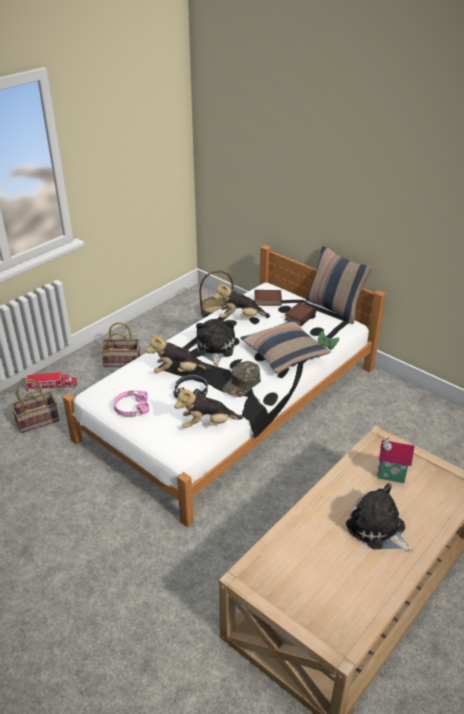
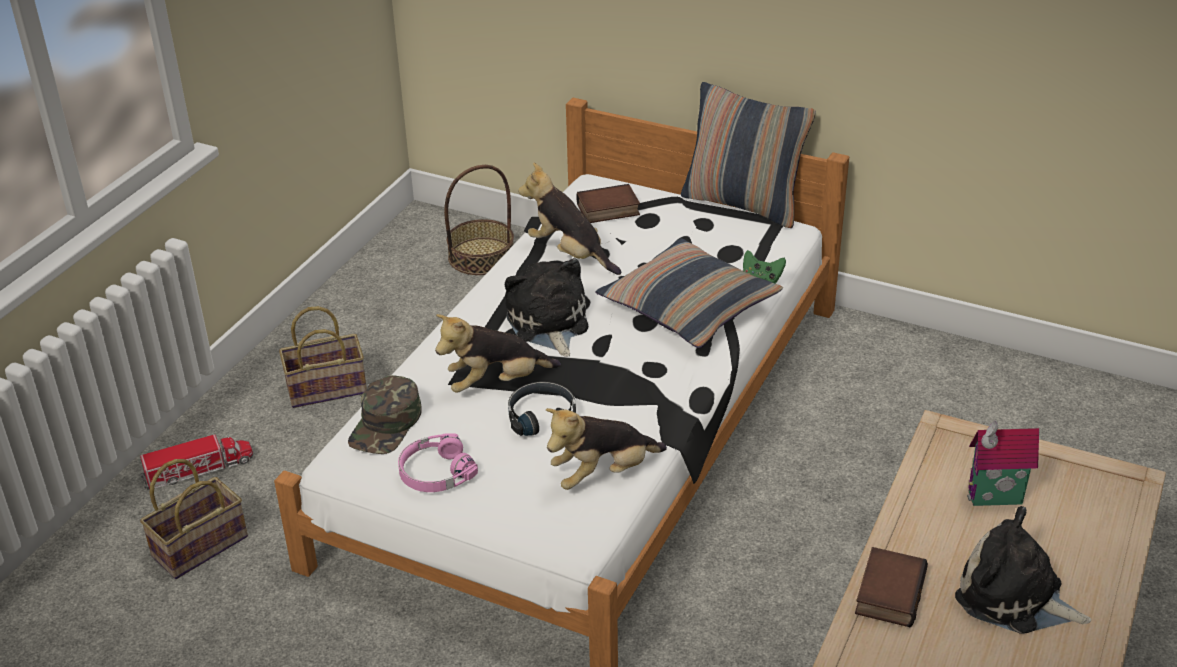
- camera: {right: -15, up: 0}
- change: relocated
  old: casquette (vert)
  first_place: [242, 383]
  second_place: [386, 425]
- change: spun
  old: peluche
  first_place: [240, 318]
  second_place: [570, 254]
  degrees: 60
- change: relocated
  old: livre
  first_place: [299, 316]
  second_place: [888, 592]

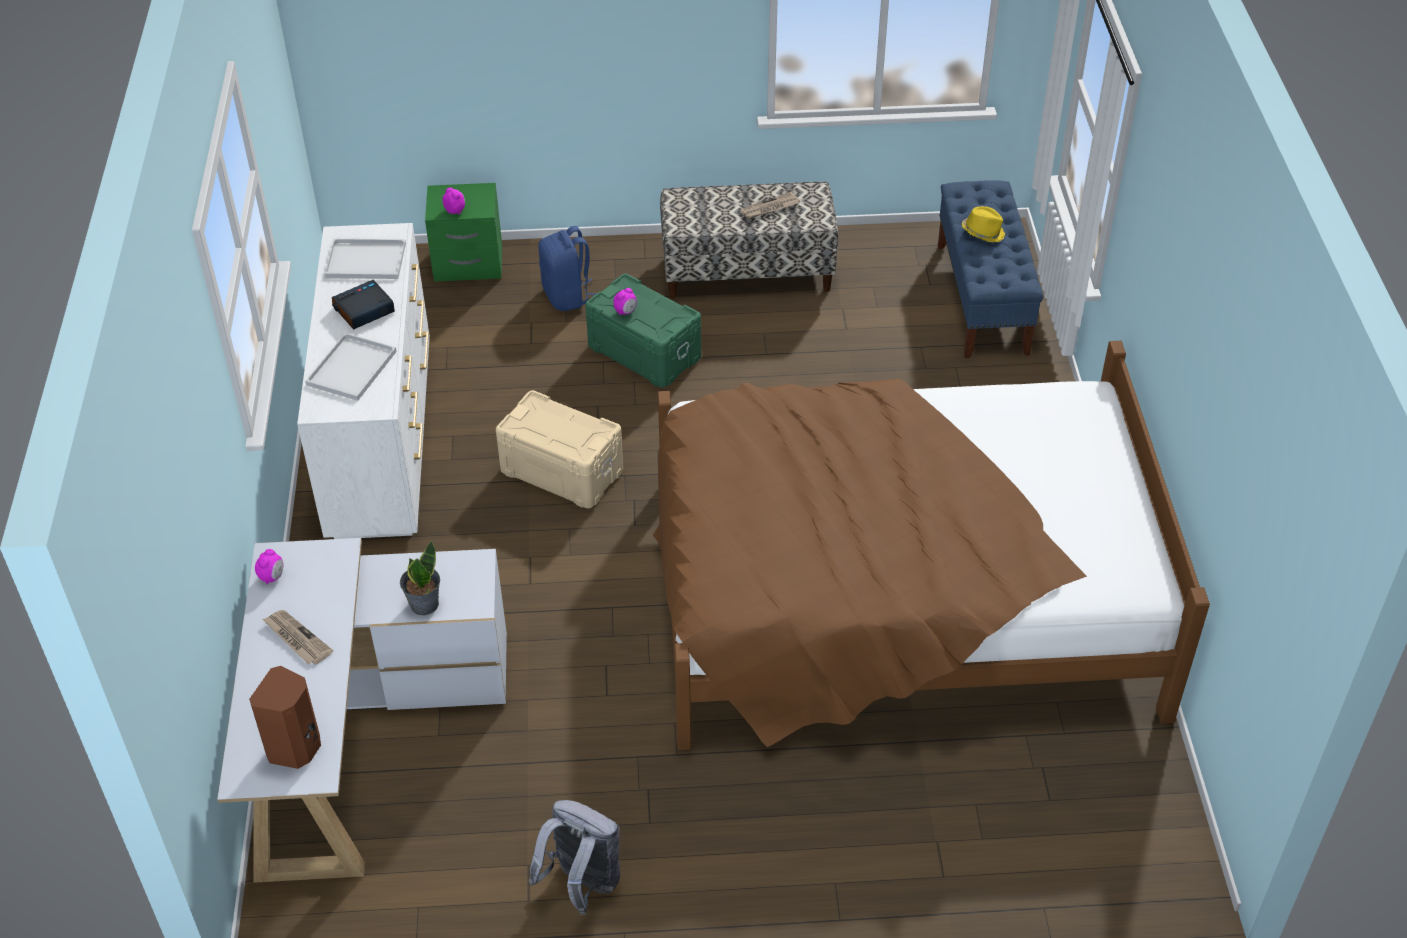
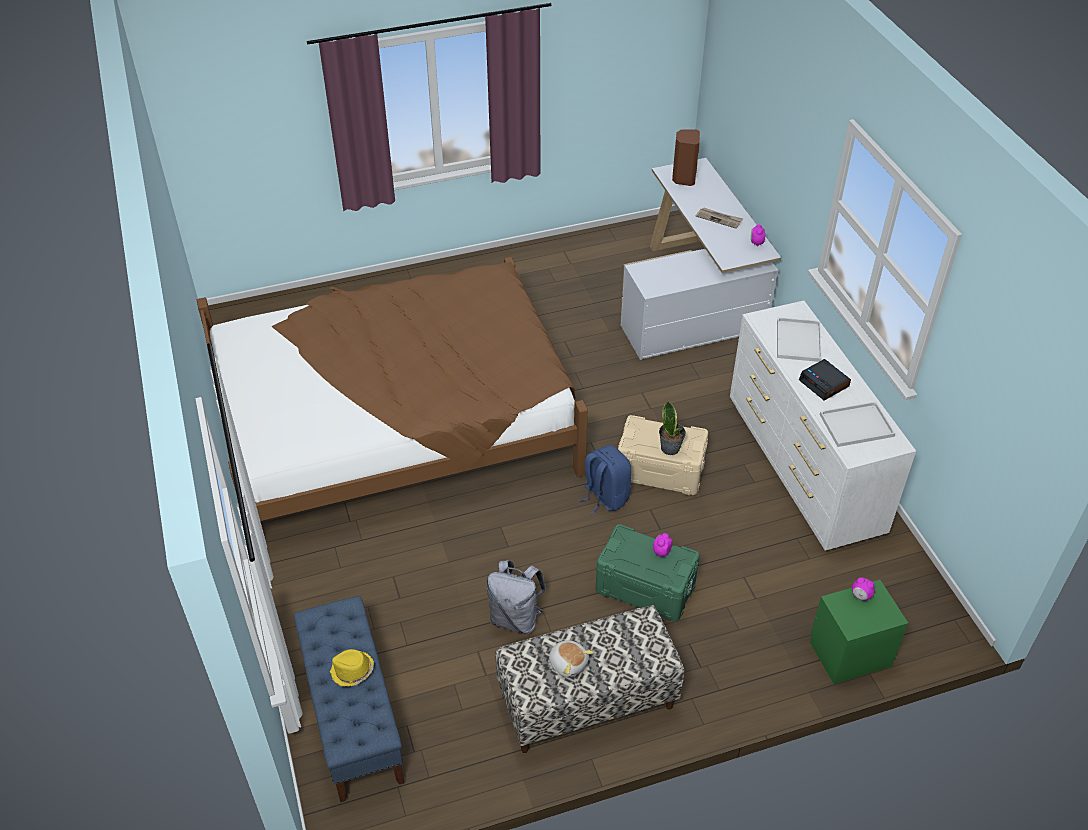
- camera: {right: 165, up: 0}
- change: relocated
  old: sac à dos (gris)
  first_place: [582, 884]
  second_place: [516, 618]
- change: exchanged
  old: journal
  new: peluche
  first_place: [769, 208]
  second_place: [568, 663]
- change: relocated
  old: sac à dos (bleu)
  first_place: [567, 296]
  second_place: [604, 497]
- change: relocated
  old: plante en pot
  first_place: [423, 604]
  second_place: [670, 448]
- change: spun
  old: réveil
  first_place: [363, 310]
  second_place: [824, 384]
  degrees: 105

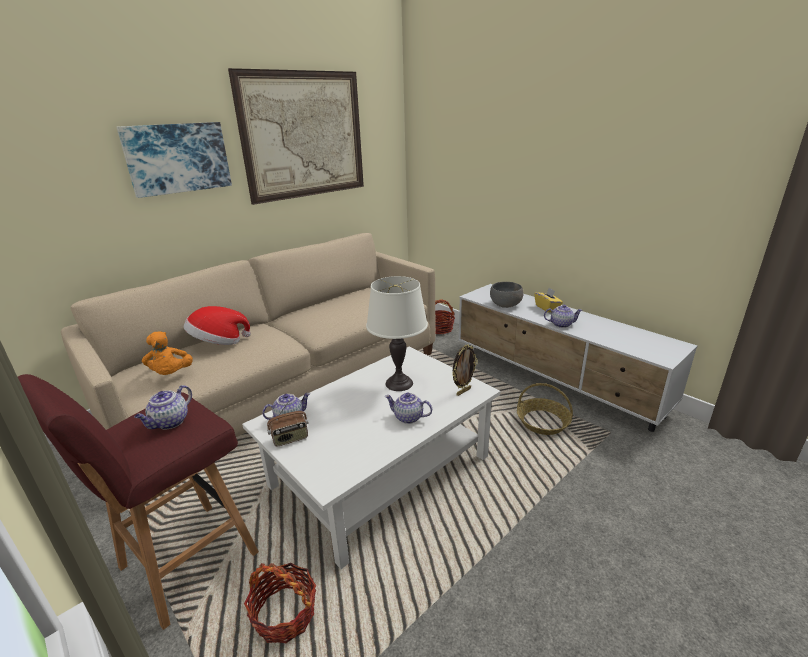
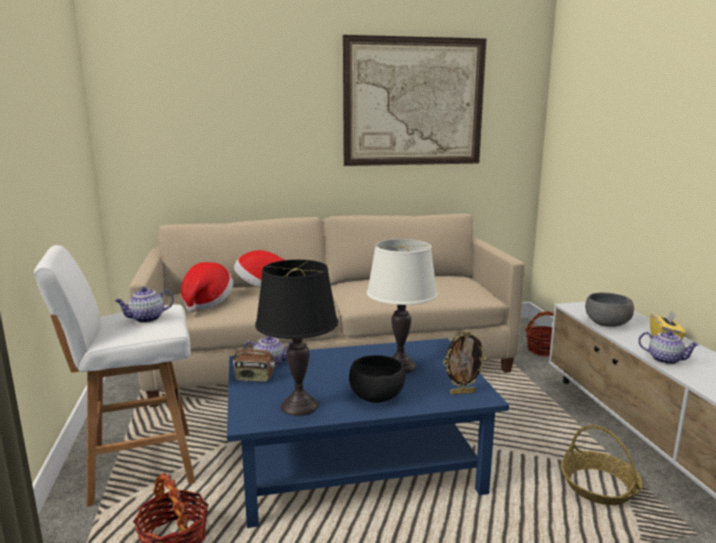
- camera: {right: 30, up: -10}
- change: colour
  old: tabouret (rouge)
  new: tabouret (blanc)
  first_place: [185, 562]
  second_place: [139, 466]
- change: exchanged
  old: peluche (orange)
  new: chapeau
  first_place: [171, 374]
  second_place: [206, 303]
- change: colour
  old: table basse (blanc)
  new: table basse (bleu)
  first_place: [380, 471]
  second_place: [356, 462]
- change: appeared
  new: lampe de table (noir)
  second_place: [299, 406]
- change: exchanged
  old: théière
  new: bol (noir)
  first_place: [408, 418]
  second_place: [376, 396]
- change: missing
  old: tableau
  first_place: [177, 158]

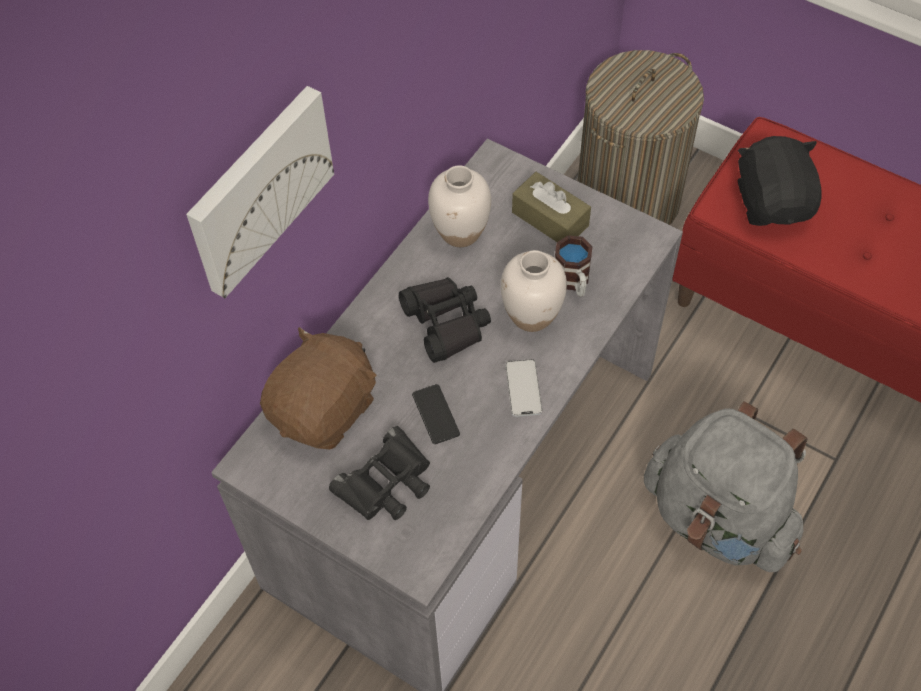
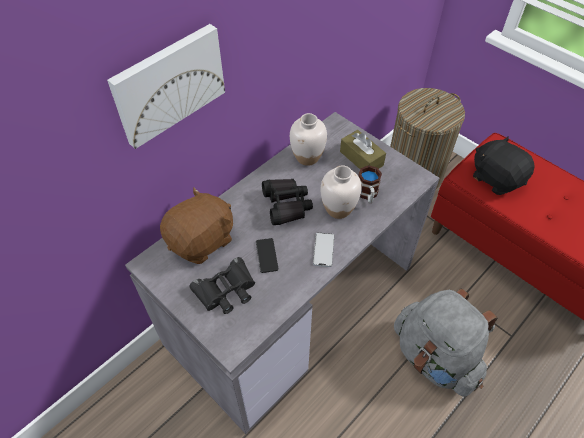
- camera: {right: 10, up: -5}
- change: spun
  old: peluche (noir)
  first_place: [773, 202]
  second_place: [496, 178]
  degrees: -45

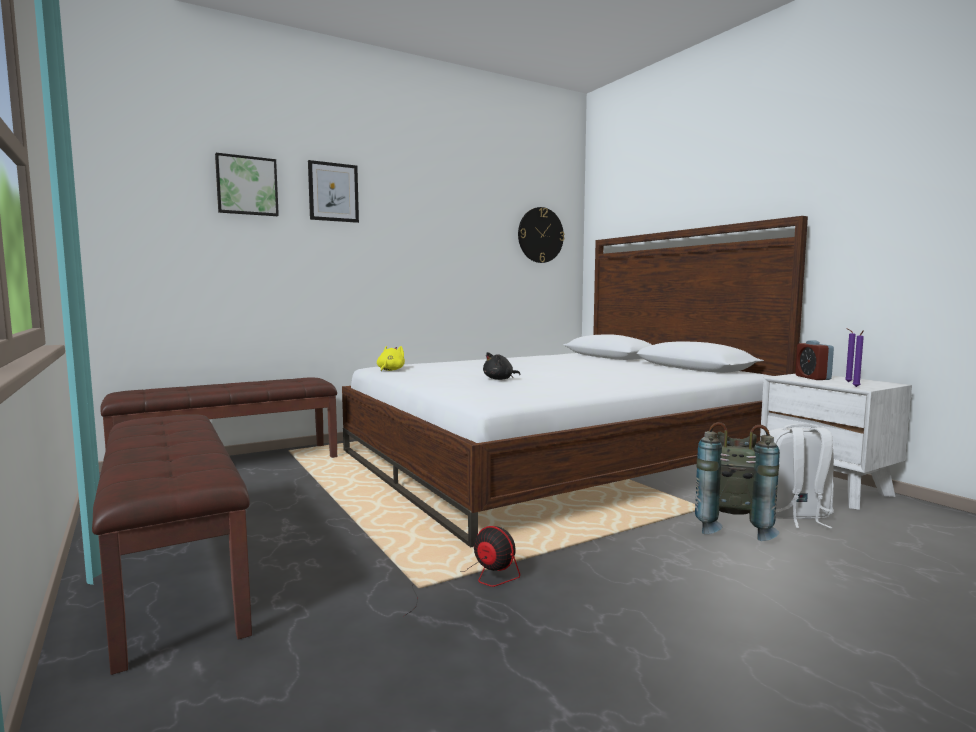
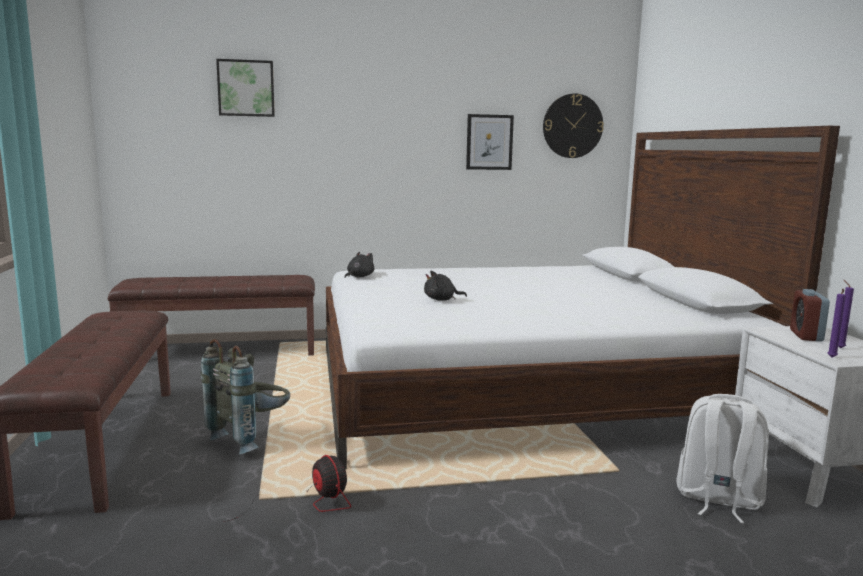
- camera: {right: 20, up: 5}
- change: relocated
  old: sac à dos (gris)
  first_place: [730, 526]
  second_place: [251, 438]
- change: colour
  old: peluche (jaune)
  new: peluche (noir)
  first_place: [390, 370]
  second_place: [359, 277]
- change: relocated
  old: tableau
  first_place: [333, 192]
  second_place: [489, 142]

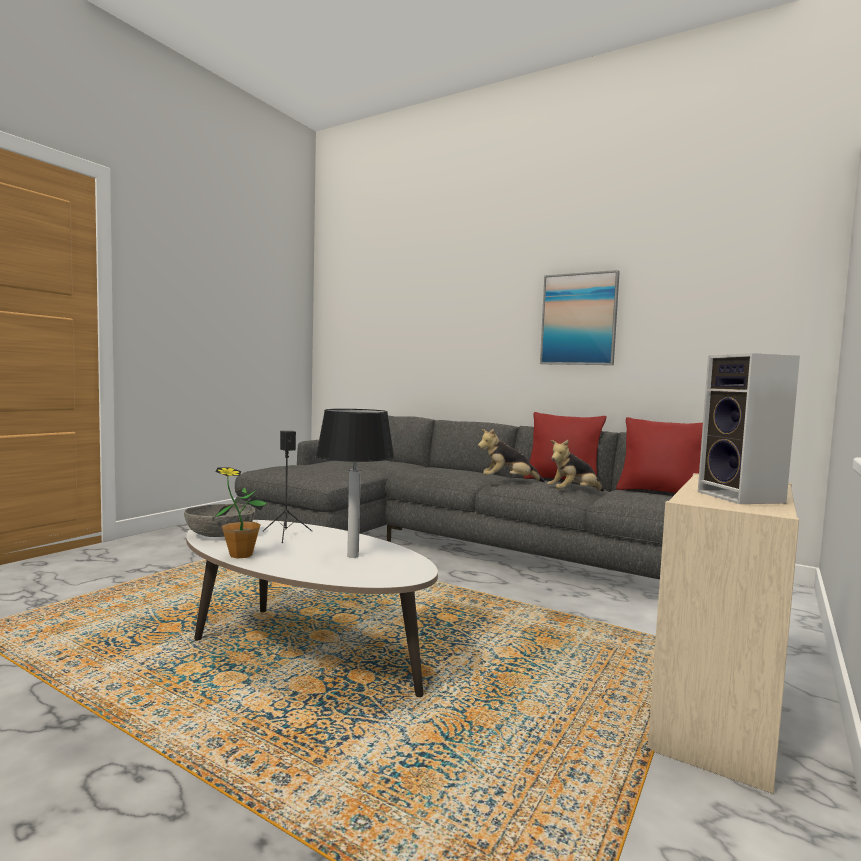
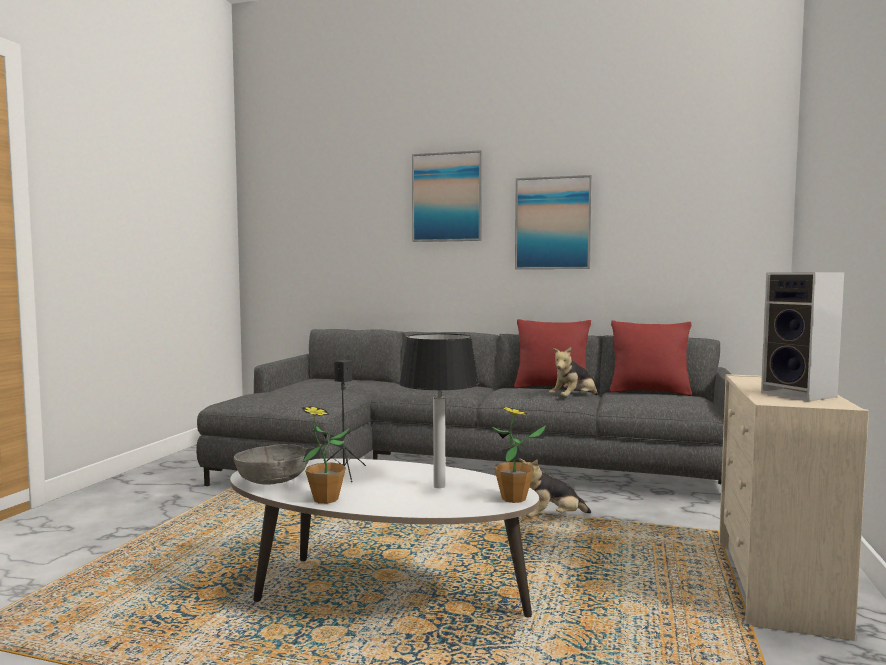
- camera: {right: -15, up: 0}
- change: appeared
  new: tableau
  second_place: [447, 197]
- change: appeared
  new: plante en pot
  second_place: [513, 498]
- change: relocated
  old: peluche
  first_place: [508, 481]
  second_place: [551, 519]

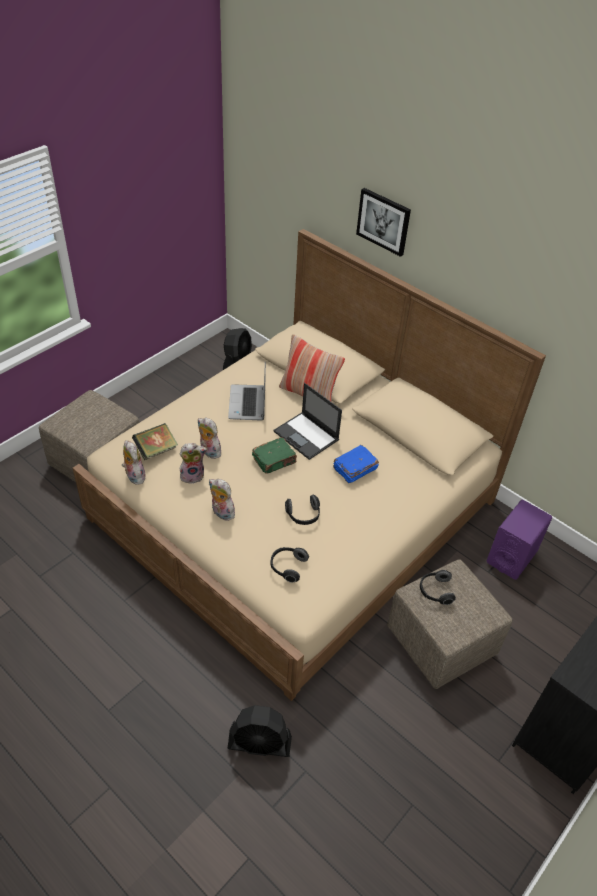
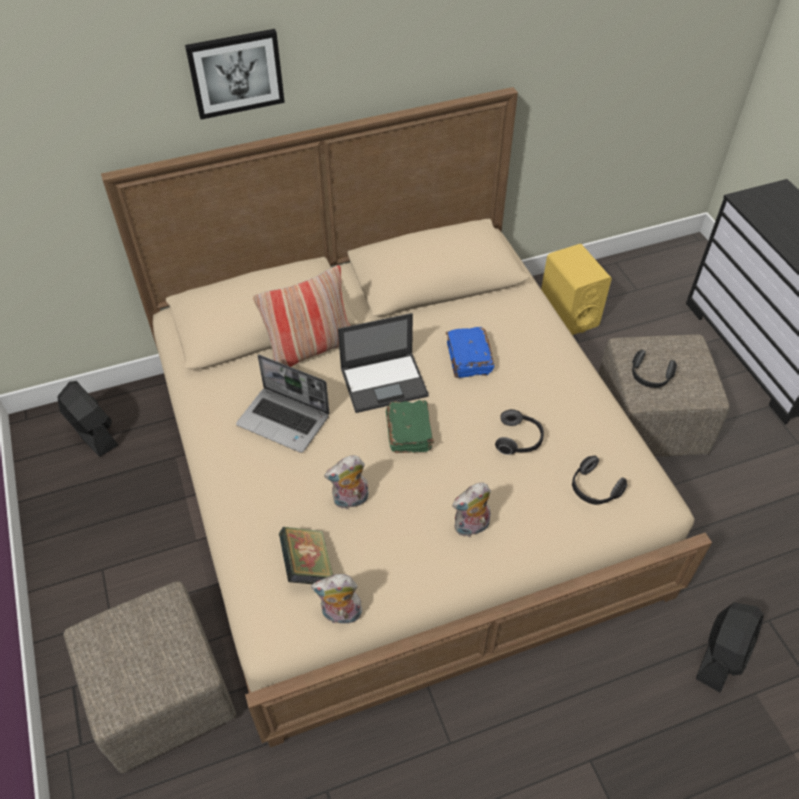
- camera: {right: -60, up: 5}
- change: colour
  old: enceinte (violet)
  new: enceinte (jaune)
  first_place: [511, 556]
  second_place: [568, 314]
- change: missing
  old: peluche
  first_place: [193, 475]

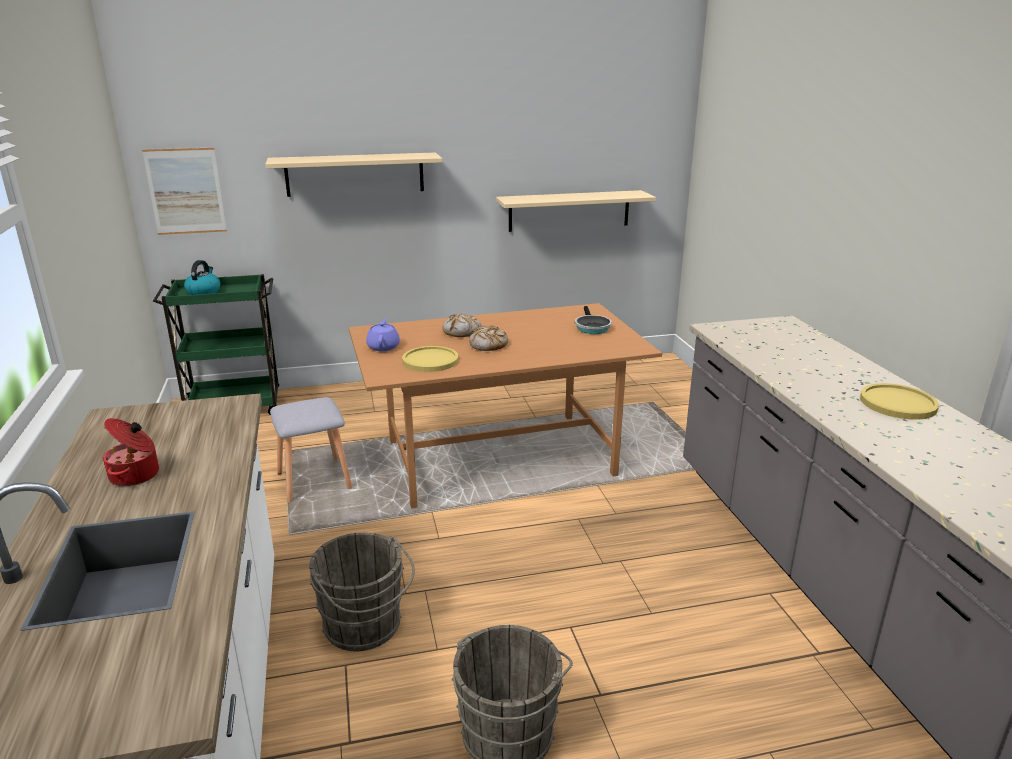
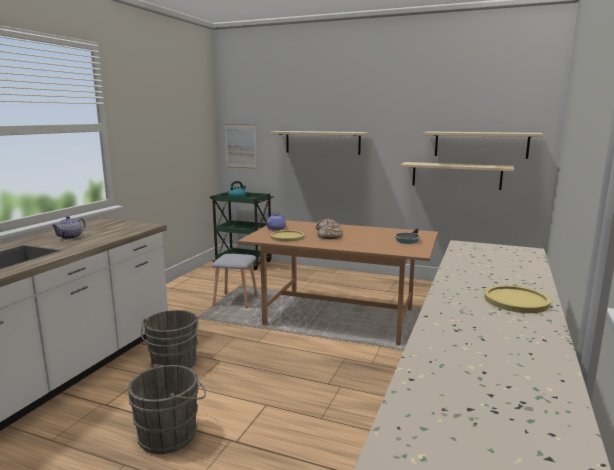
- camera: {right: 35, up: -10}
- change: exchanged
  old: marmite
  new: théière
  first_place: [136, 475]
  second_place: [70, 237]
- change: appeared
  new: étagère (beige)
  second_place: [480, 144]

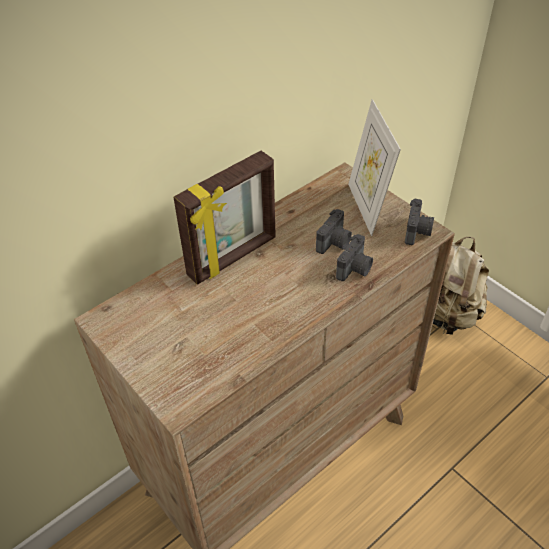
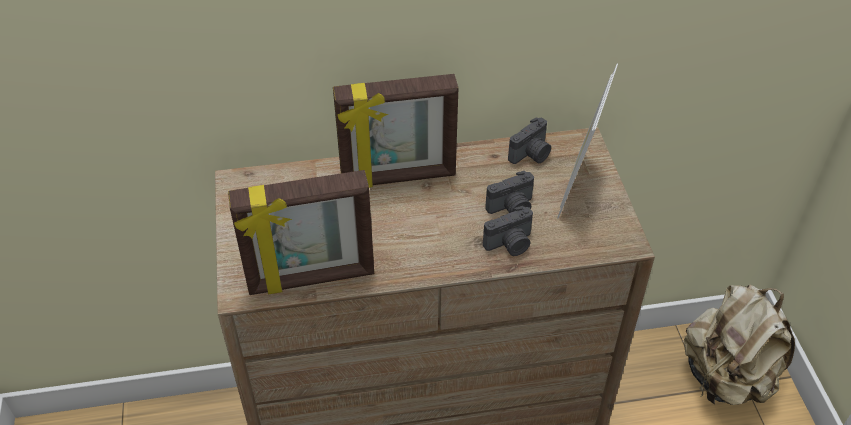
- camera: {right: 30, up: 0}
- change: appeared
  new: cadre photo
  second_place: [311, 279]
- change: relocated
  old: appareil photo
  first_place: [417, 232]
  second_place: [531, 154]

